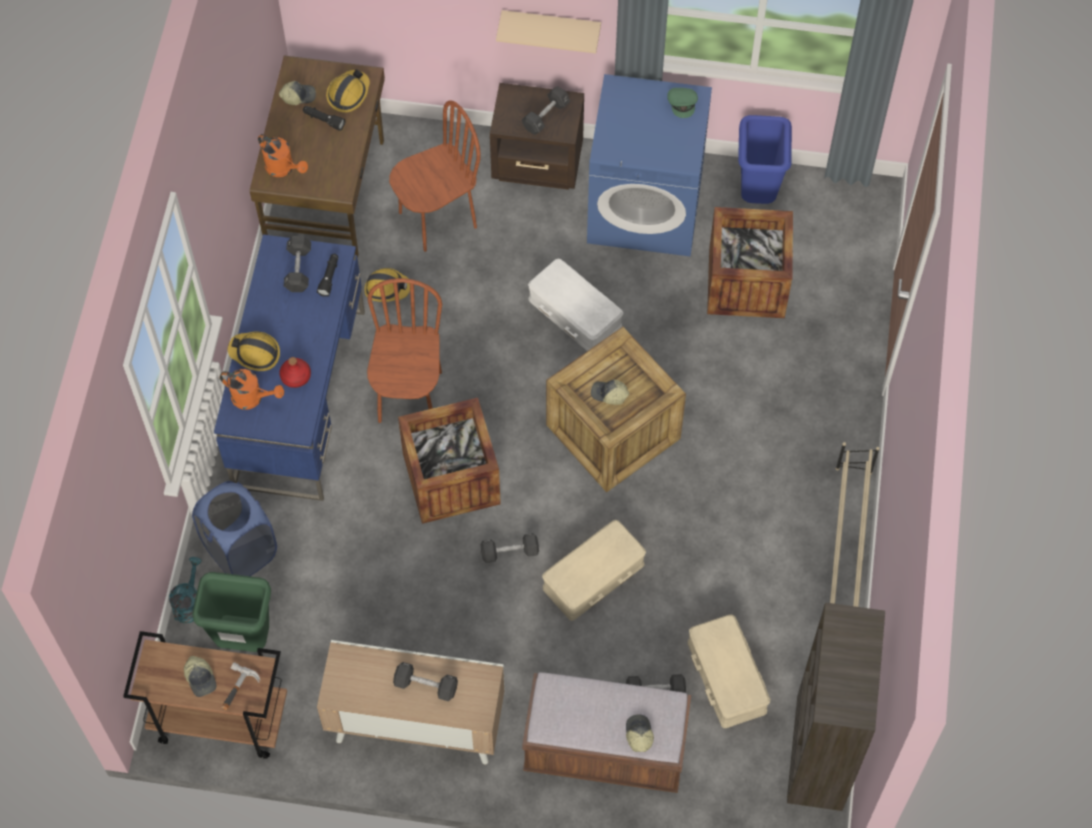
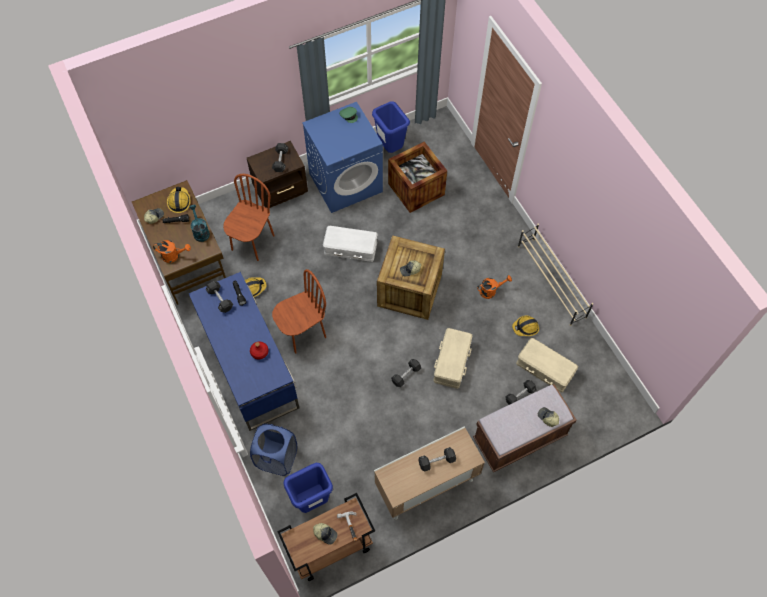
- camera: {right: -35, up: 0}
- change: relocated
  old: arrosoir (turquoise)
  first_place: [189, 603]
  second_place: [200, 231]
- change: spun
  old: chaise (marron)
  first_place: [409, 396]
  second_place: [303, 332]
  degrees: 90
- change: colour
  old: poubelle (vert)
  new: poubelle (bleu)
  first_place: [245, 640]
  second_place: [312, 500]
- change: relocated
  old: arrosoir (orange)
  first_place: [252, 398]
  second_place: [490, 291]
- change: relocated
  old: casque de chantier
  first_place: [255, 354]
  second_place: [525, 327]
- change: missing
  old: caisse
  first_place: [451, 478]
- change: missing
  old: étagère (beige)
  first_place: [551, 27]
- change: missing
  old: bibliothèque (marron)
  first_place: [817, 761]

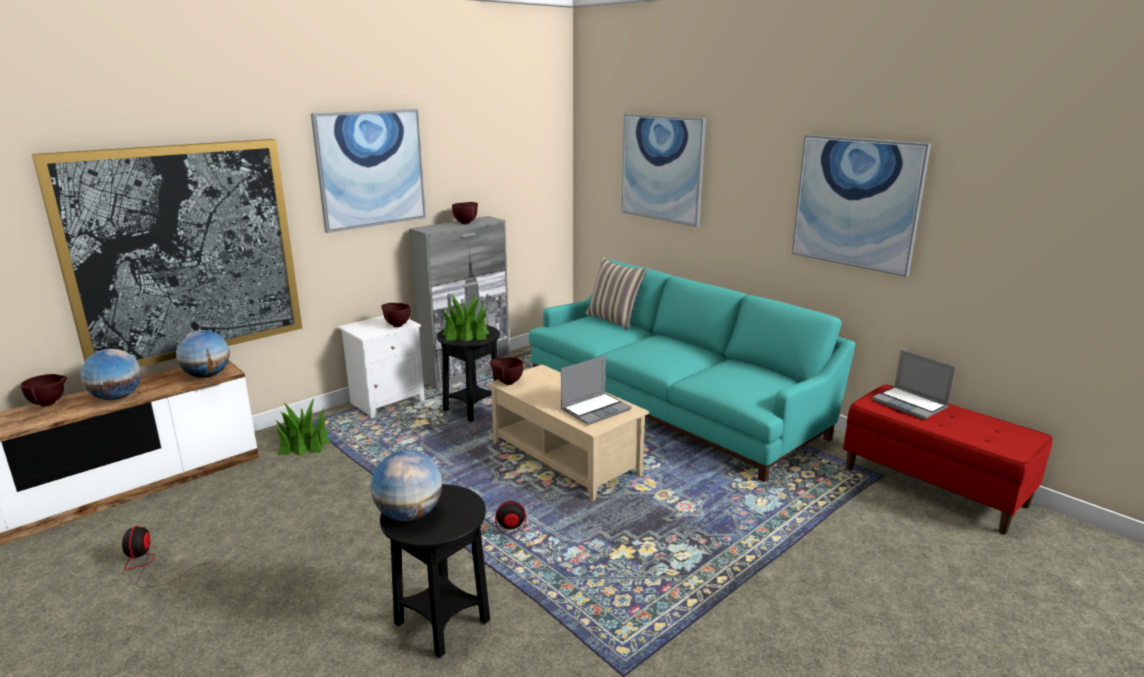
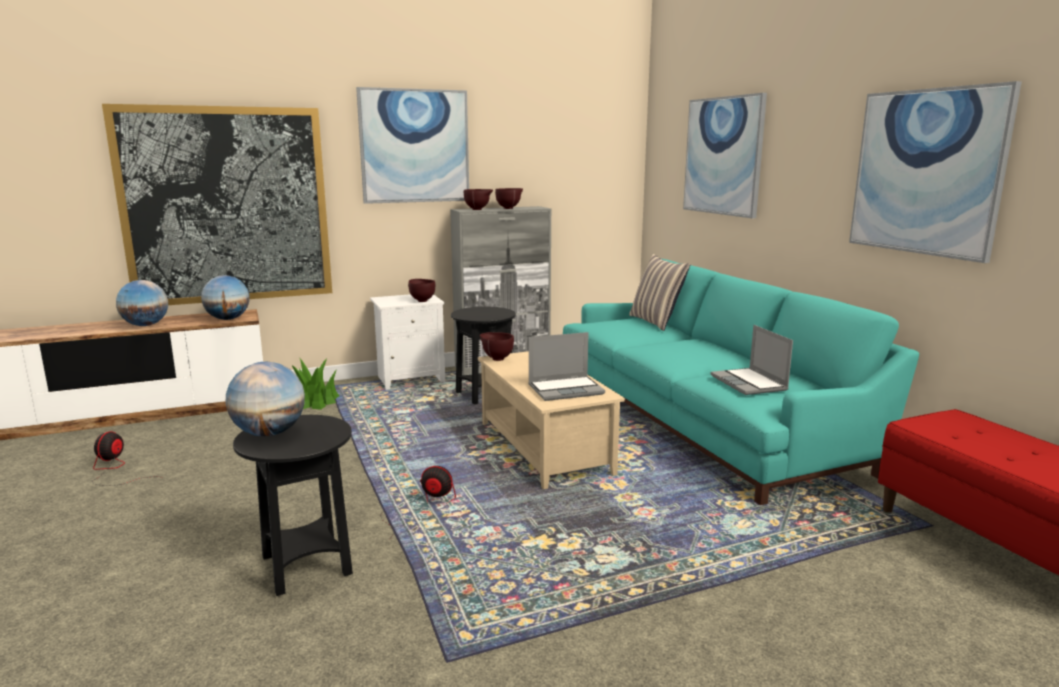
- camera: {right: 20, up: -5}
- change: relocated
  old: bol (marron)
  first_place: [50, 404]
  second_place: [478, 209]
- change: relocated
  old: ordinateur portable
  first_place: [910, 404]
  second_place: [750, 383]
- change: missing
  old: plante en pot
  first_place: [466, 333]

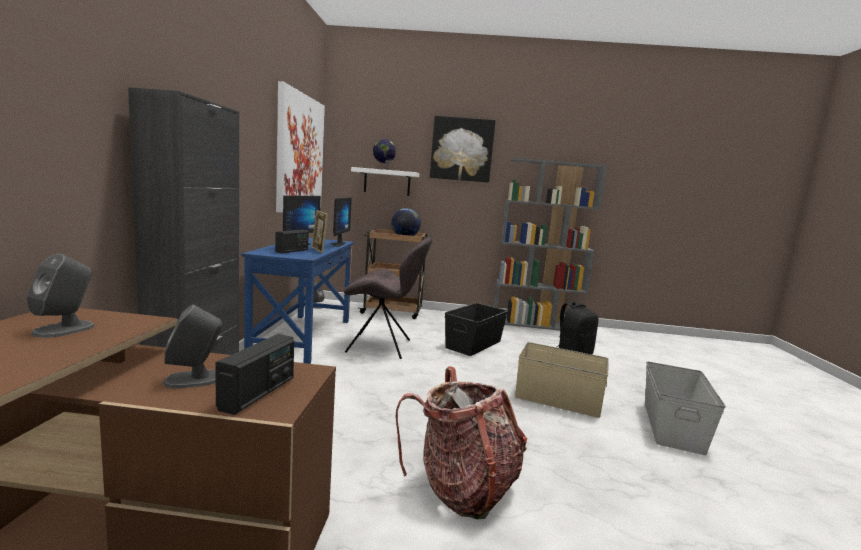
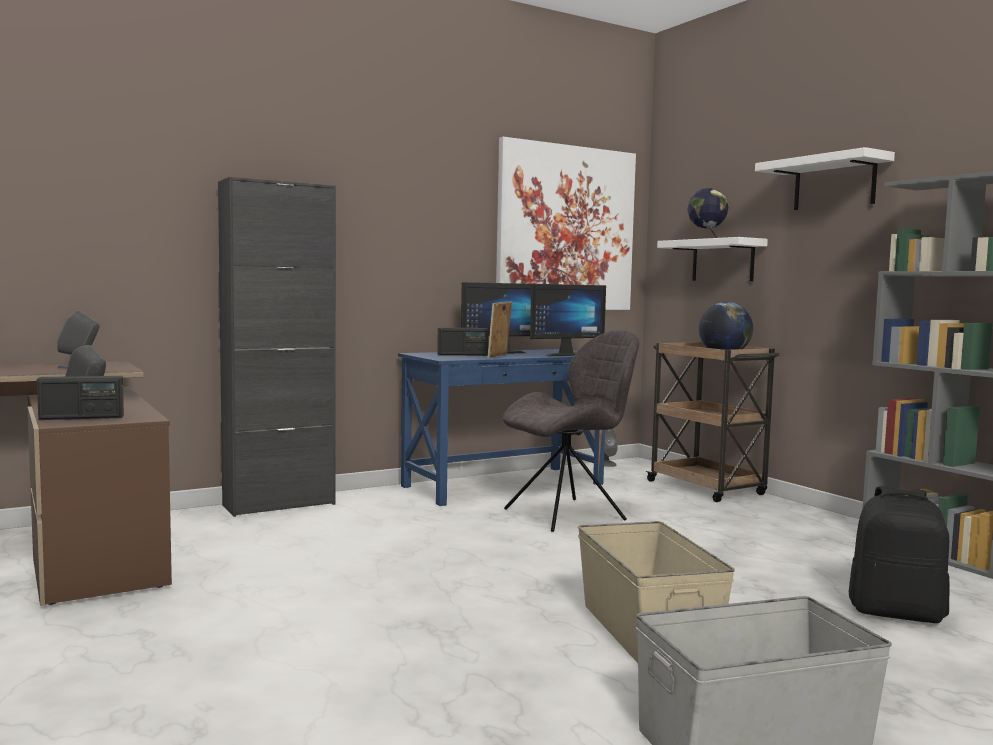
- camera: {right: 55, up: -5}
- change: spun
  old: chaise (gris)
  first_place: [382, 346]
  second_place: [568, 514]
  degrees: -90
- change: exchanged
  old: tableau
  new: étagère (blanc)
  first_place: [462, 149]
  second_place: [834, 183]
- change: missing
  old: sac à dos
  first_place: [463, 488]
- change: missing
  old: boîte de rangement (noir)
  first_place: [473, 344]

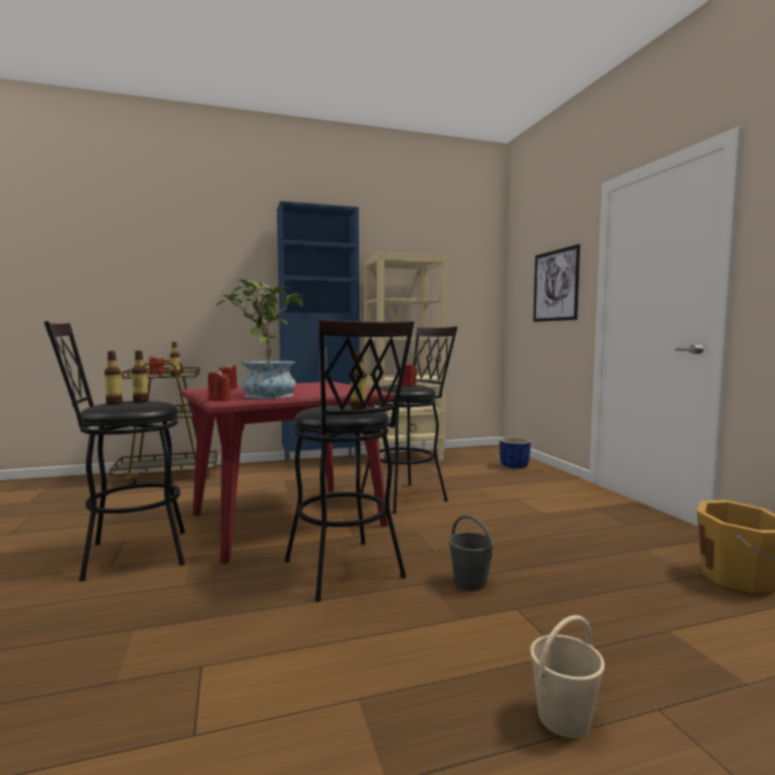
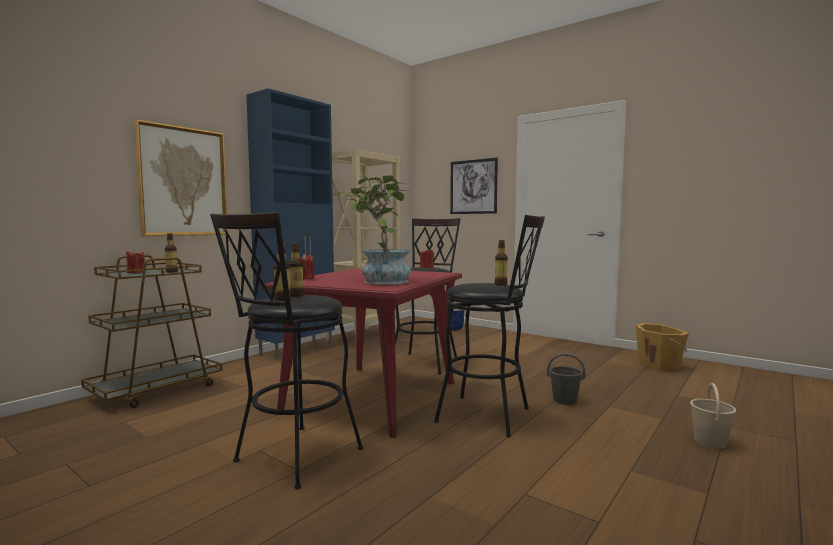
- camera: {right: -35, up: 0}
- change: appeared
  new: tableau
  second_place: [183, 182]
- change: missing
  old: bougie (rouge)
  first_place: [219, 400]

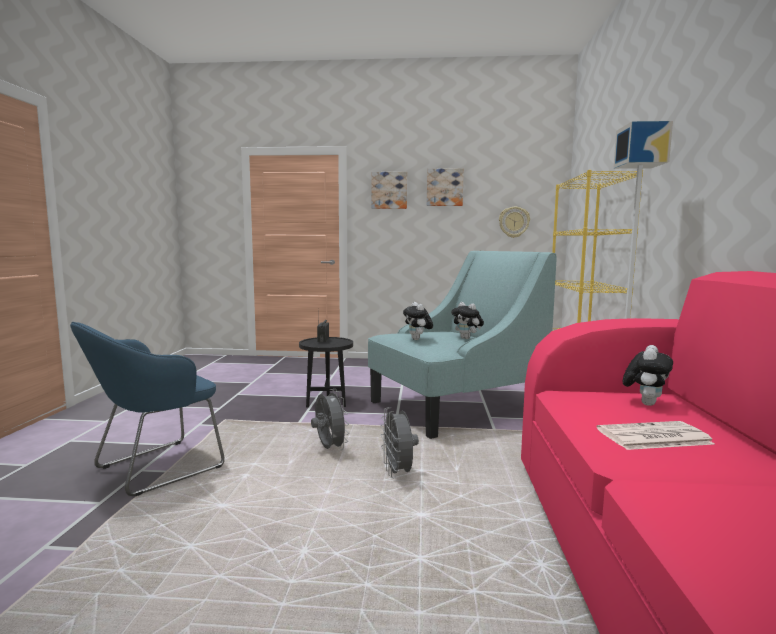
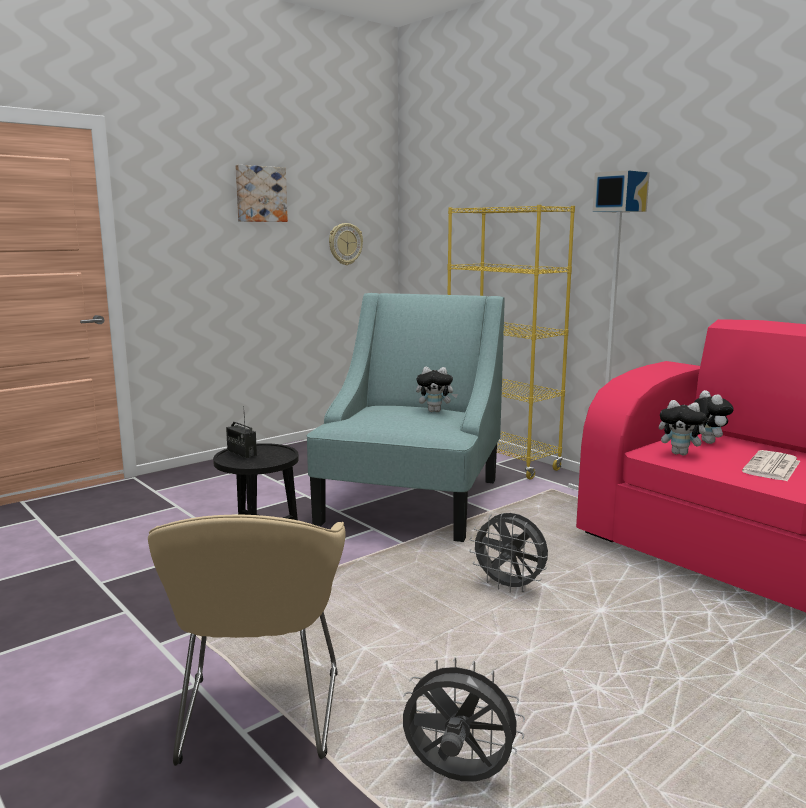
- camera: {right: -45, up: 5}
- change: colour
  old: fauteuil (bleu)
  new: fauteuil (beige)
  first_place: [154, 469]
  second_place: [257, 721]
- change: relocated
  old: ventilateur (gris)
  first_place: [329, 449]
  second_place: [457, 778]
- change: relocated
  old: peluche
  first_place: [418, 339]
  second_place: [681, 454]
- change: missing
  old: tableau
  first_place: [389, 190]

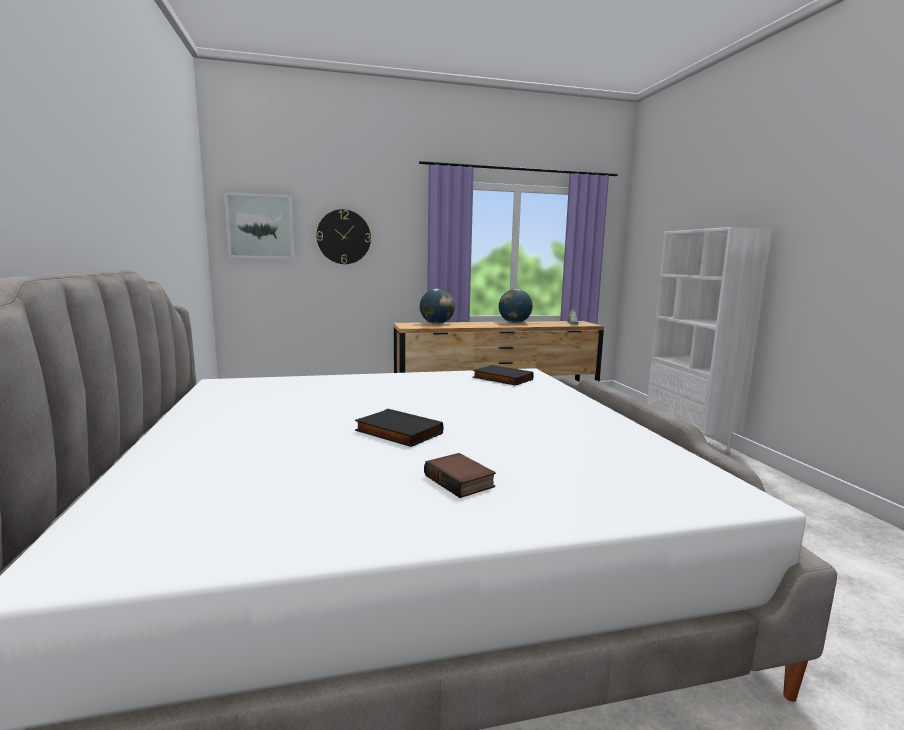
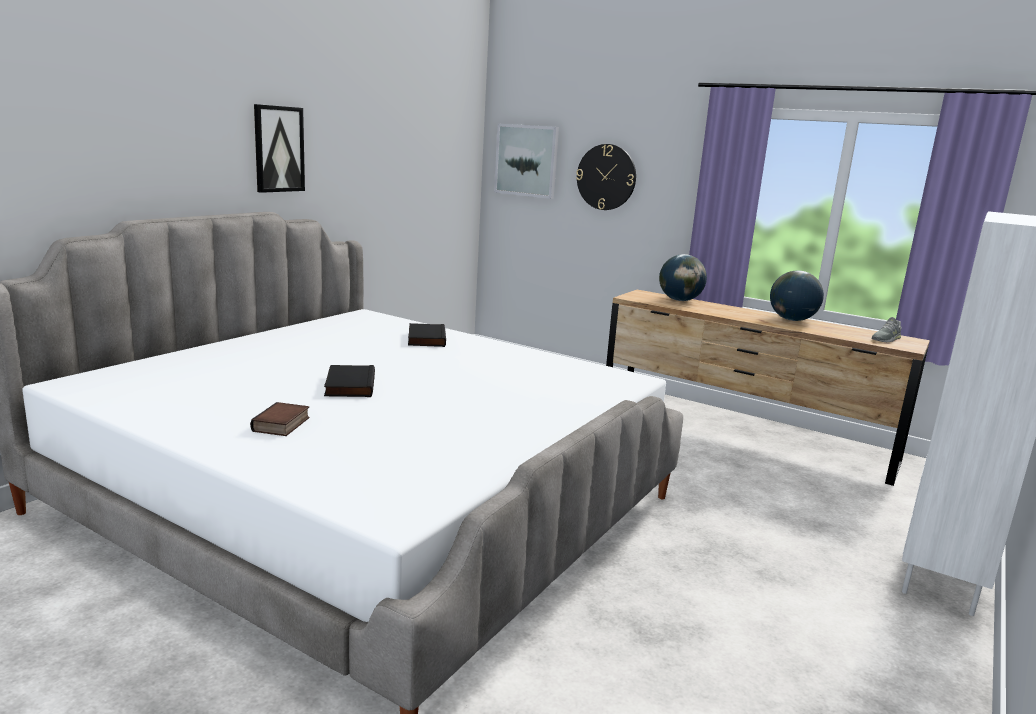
- camera: {right: 45, up: 5}
- change: appeared
  new: tableau
  second_place: [278, 149]
- change: relocated
  old: livre (noir)
  first_place: [501, 379]
  second_place: [425, 338]

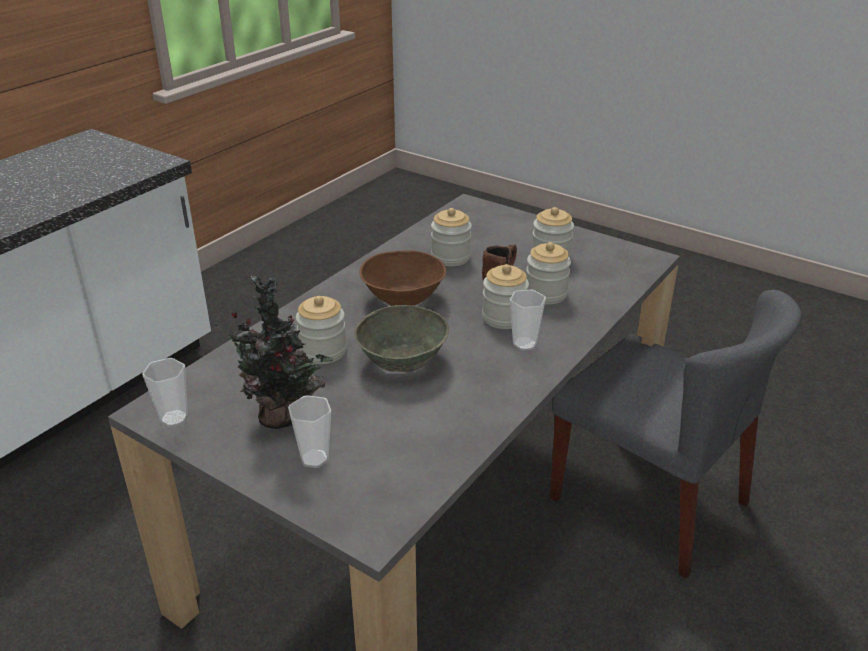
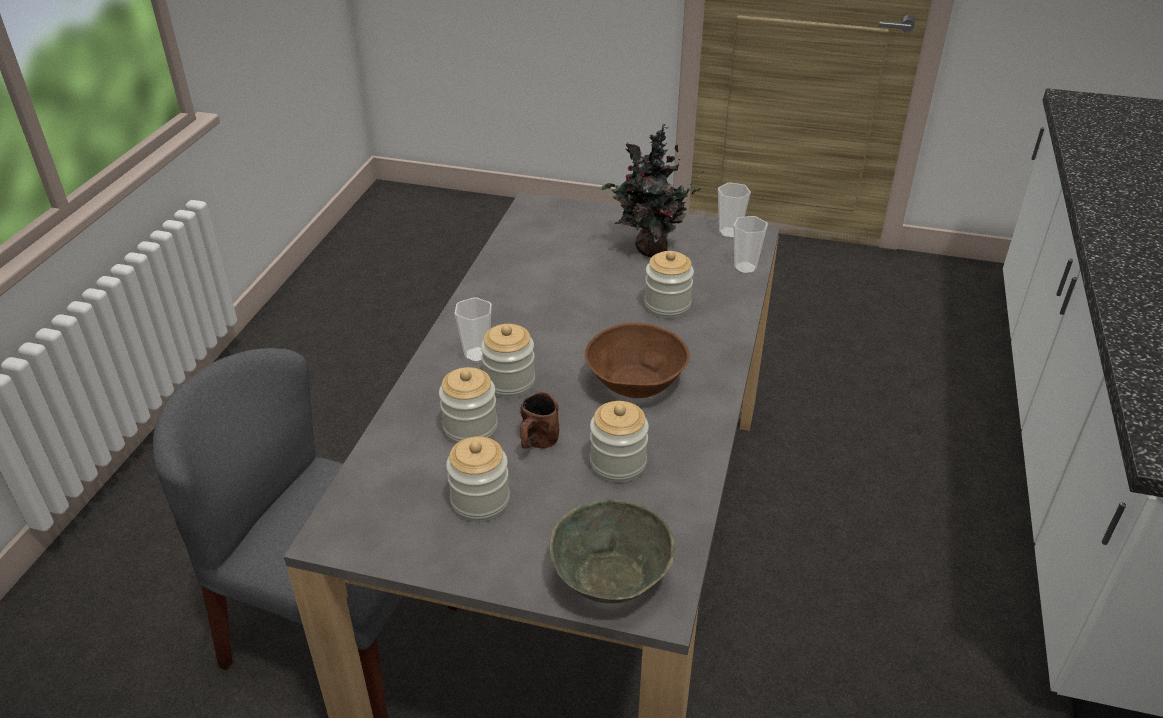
- camera: {right: 160, up: 5}
- change: relocated
  old: bol (gris)
  first_place: [401, 359]
  second_place: [612, 578]
- change: relocated
  old: tasse
  first_place: [314, 458]
  second_place: [745, 268]

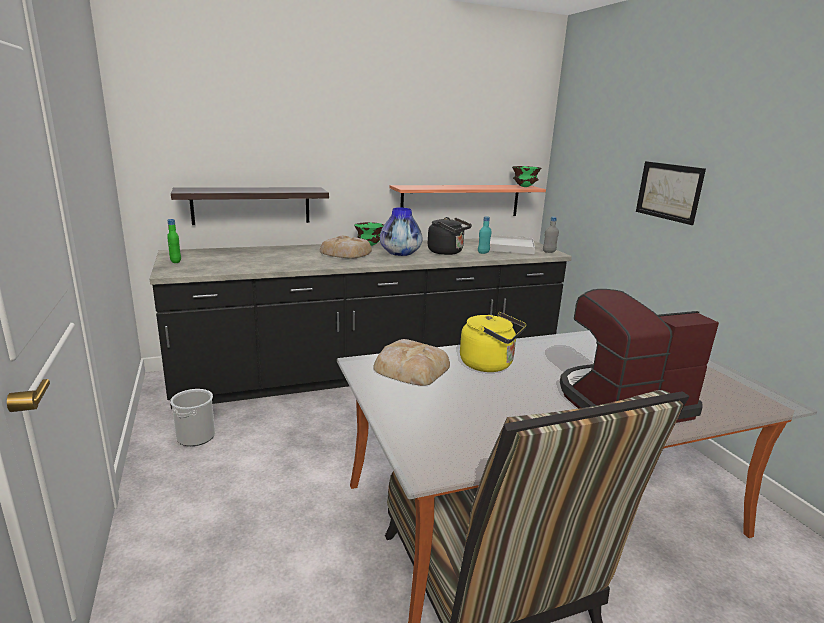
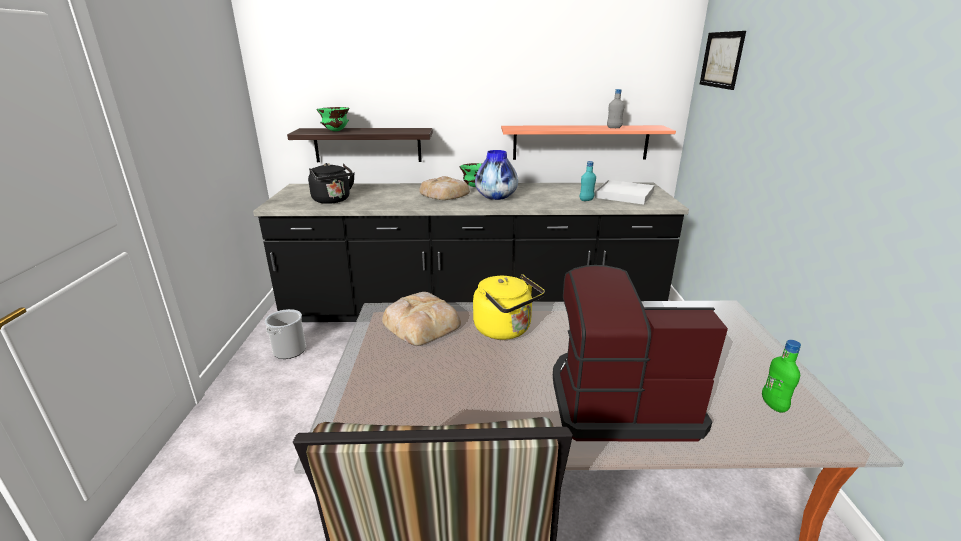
- camera: {right: 20, up: 5}
- change: relocated
  old: bouilloire (noir)
  first_place: [447, 252]
  second_place: [333, 200]
- change: relocated
  old: bol (vert)
  first_place: [524, 187]
  second_place: [335, 131]
- change: relocated
  old: bouteille (gris)
  first_place: [549, 252]
  second_place: [614, 127]
- change: relocated
  old: tableau
  first_place: [669, 191]
  second_place: [721, 60]
- change: relocated
  old: bouteille (vert)
  first_place: [175, 261]
  second_place: [773, 405]

